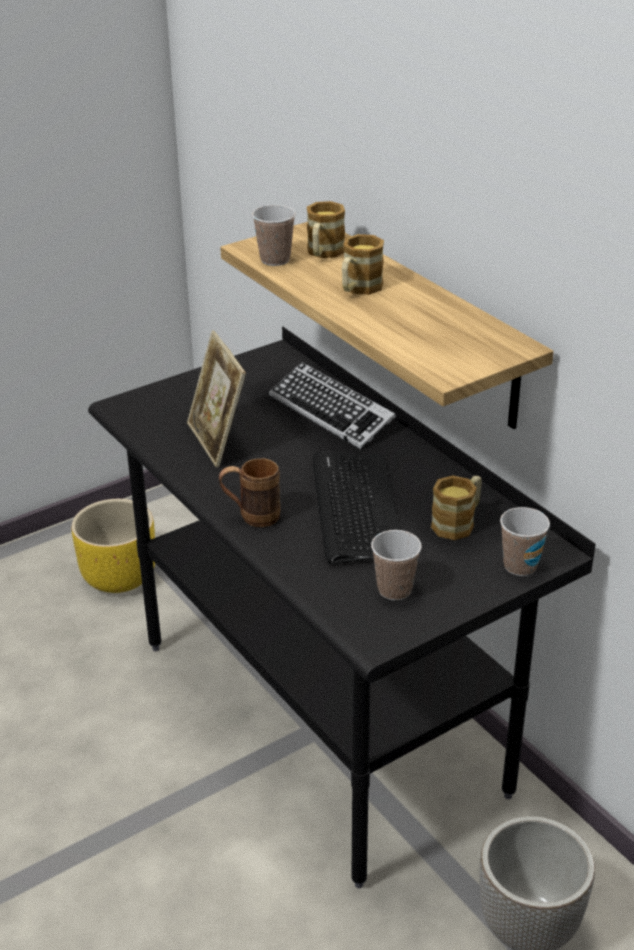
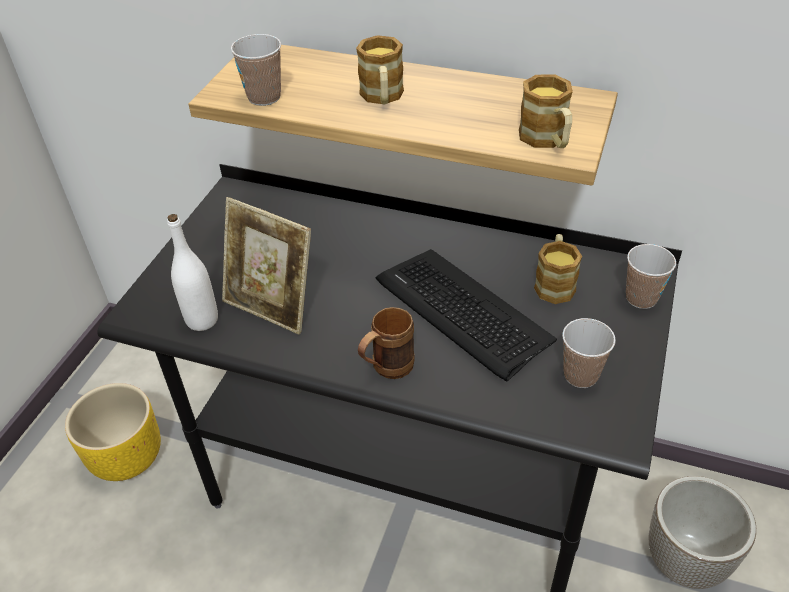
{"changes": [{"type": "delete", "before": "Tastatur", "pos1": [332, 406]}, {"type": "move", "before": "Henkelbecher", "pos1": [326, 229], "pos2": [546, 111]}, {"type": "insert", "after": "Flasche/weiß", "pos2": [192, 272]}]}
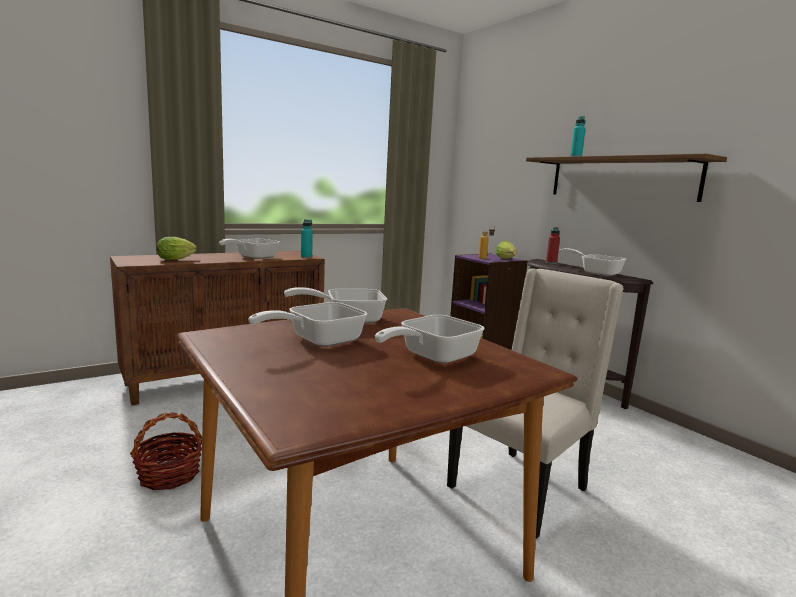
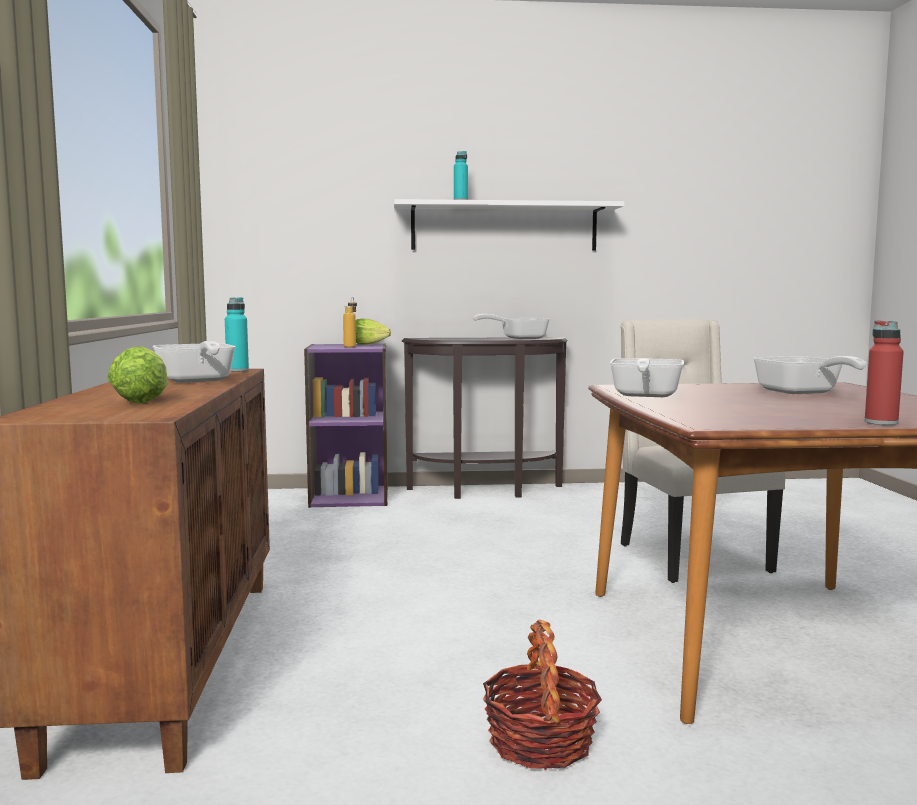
{"changes": [{"type": "delete", "before": "Pfanne", "pos1": [307, 324]}, {"type": "recolor", "before": "Wandregal/braun", "after": "Wandregal/weiß", "pos1": [626, 178], "pos2": [509, 224]}, {"type": "move", "before": "Flasche/rot", "pos1": [553, 245], "pos2": [884, 372]}]}
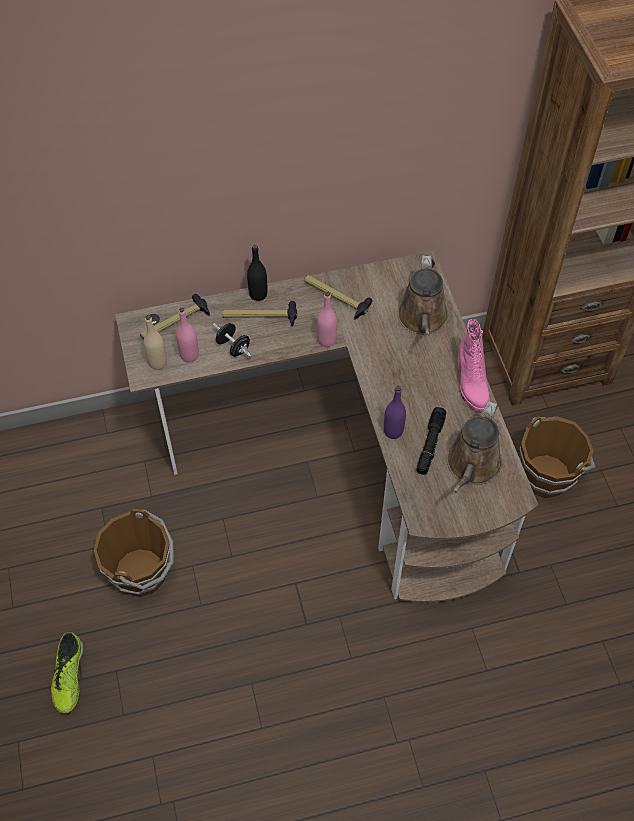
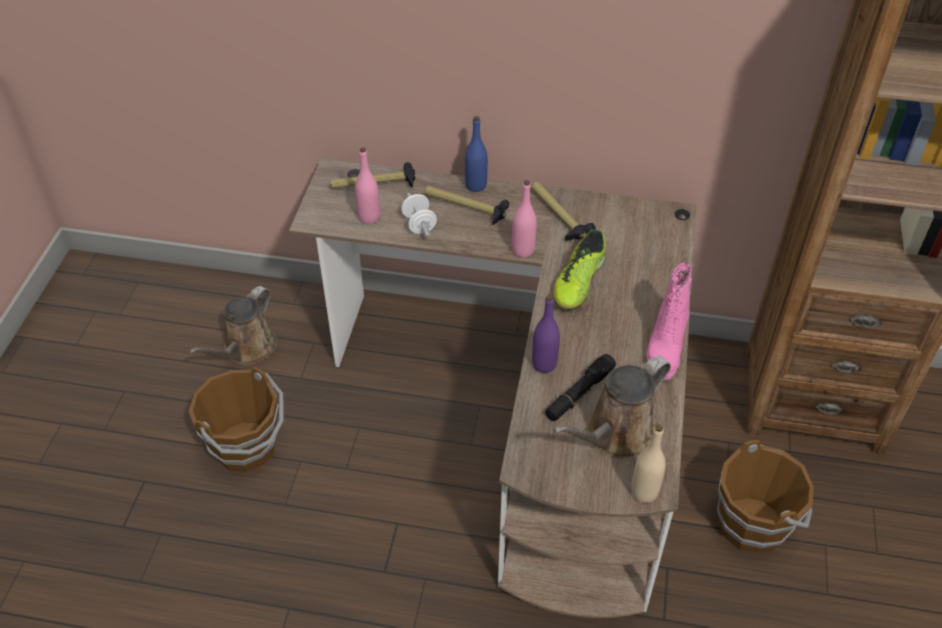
{"changes": [{"type": "move", "before": "Schuh", "pos1": [67, 673], "pos2": [579, 269]}, {"type": "move", "before": "Flasche/beige", "pos1": [155, 342], "pos2": [648, 463]}, {"type": "recolor", "before": "Hantel/schwarz", "after": "Hantel/weiß", "pos1": [232, 340], "pos2": [419, 214]}, {"type": "recolor", "before": "Flasche/schwarz", "after": "Flasche/blau", "pos1": [257, 273], "pos2": [476, 154]}, {"type": "move", "before": "Gießkanne/braun", "pos1": [422, 295], "pos2": [233, 325]}]}
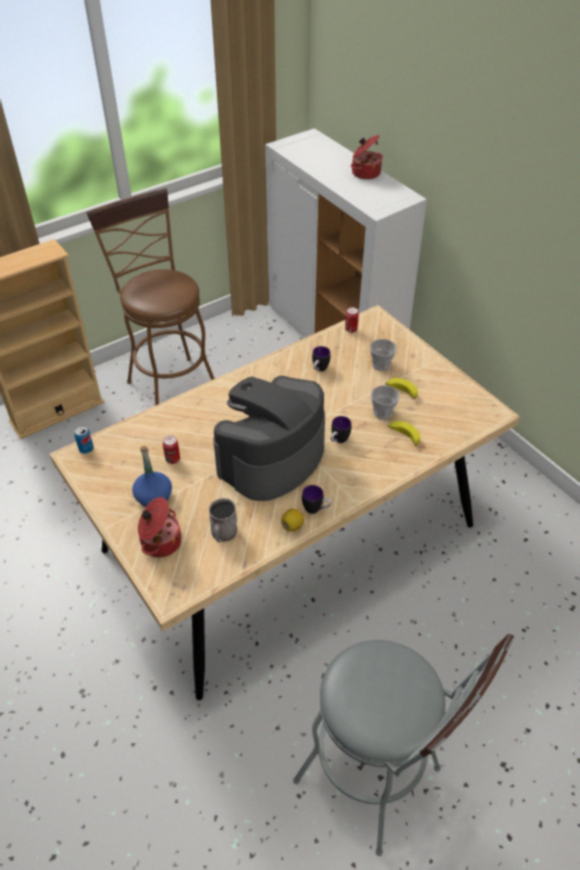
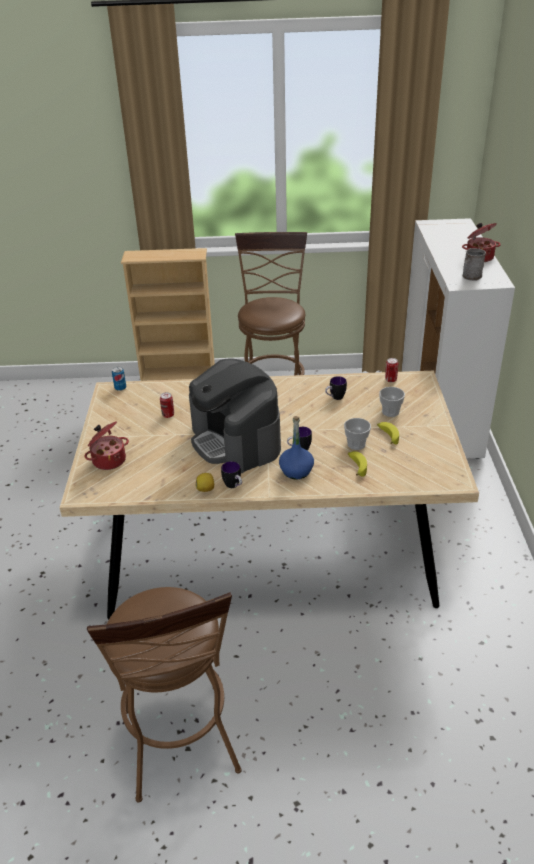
{"changes": [{"type": "move", "before": "Flasche/blau", "pos1": [152, 476], "pos2": [296, 447]}, {"type": "move", "before": "Henkelbecher/grau", "pos1": [223, 520], "pos2": [474, 264]}, {"type": "rotate", "before": "Kaffeemaschine", "pos1": [269, 438], "pos2": [235, 416], "turn": -105}, {"type": "recolor", "before": "Hocker/grau", "after": "Hocker/braun", "pos1": [403, 745], "pos2": [164, 694]}]}
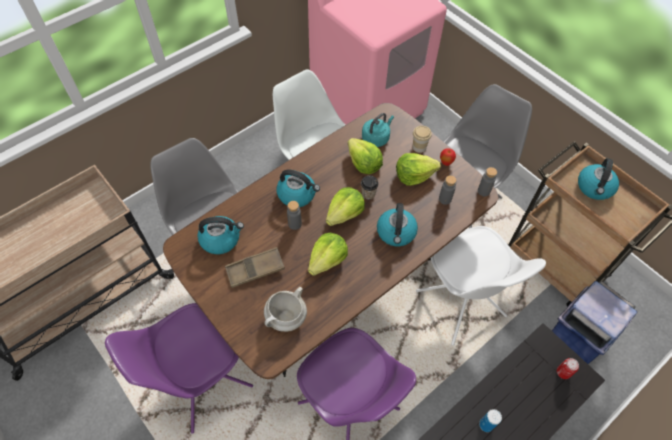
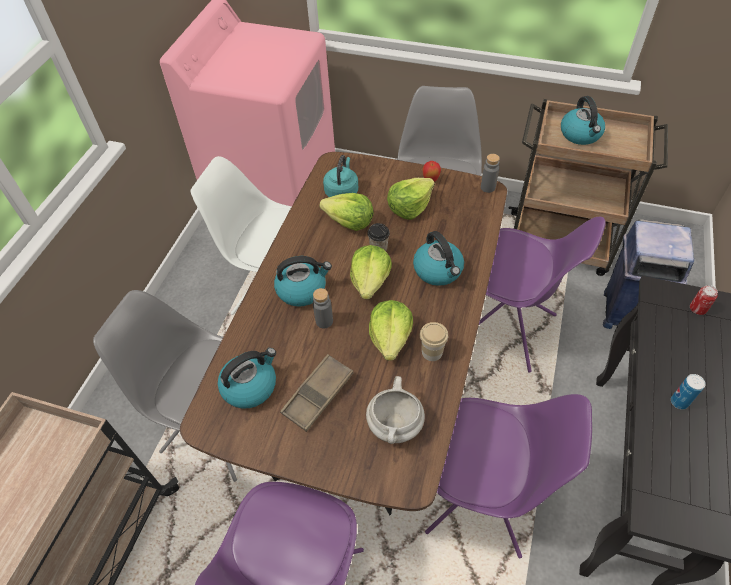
{"changes": [{"type": "move", "before": "Tasse", "pos1": [422, 139], "pos2": [434, 341]}, {"type": "recolor", "before": "Stuhl/weiß", "after": "Stuhl/lila", "pos1": [481, 286], "pos2": [542, 295]}, {"type": "delete", "before": "Flasche/grau", "pos1": [448, 190]}]}
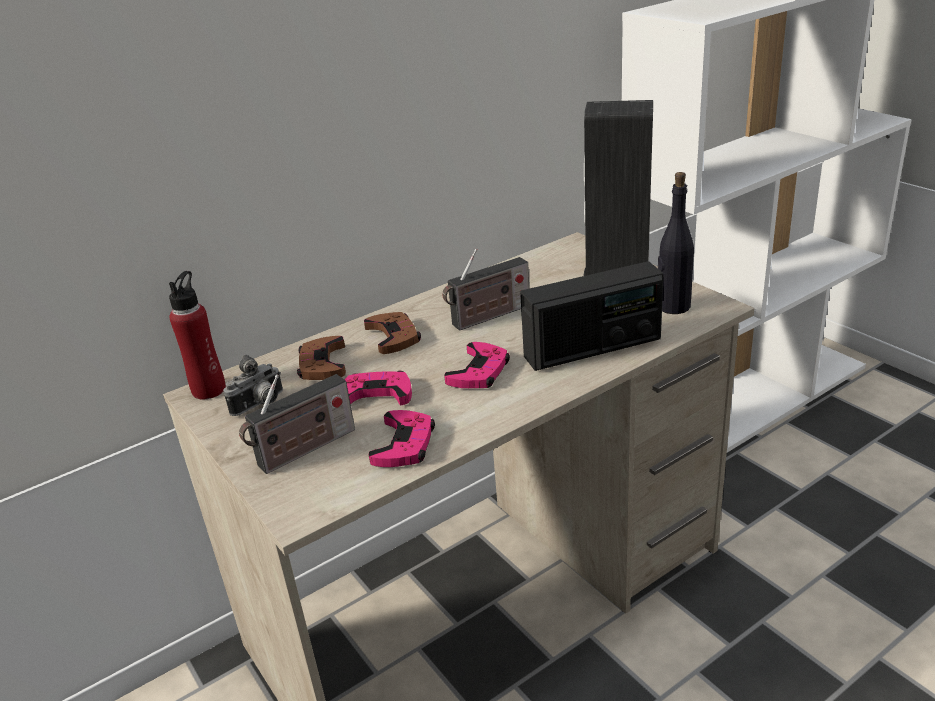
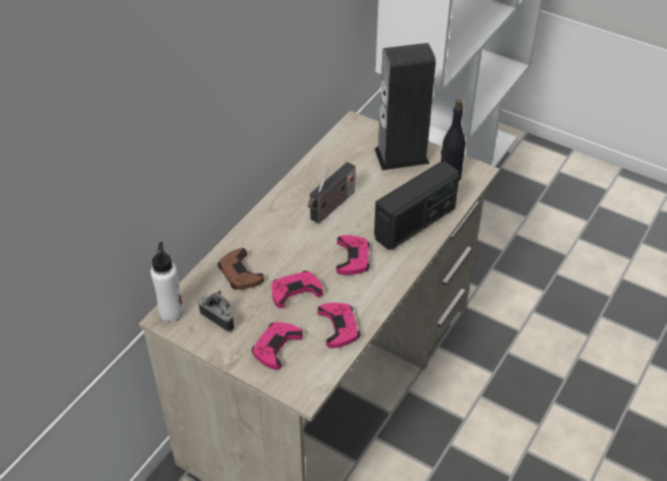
{"changes": [{"type": "recolor", "before": "Flasche/rot", "after": "Flasche/weiß", "pos1": [197, 335], "pos2": [167, 282]}, {"type": "rotate", "before": "Kamera", "pos1": [253, 385], "pos2": [216, 311], "turn": -75}, {"type": "replace", "before": "Radio", "after": "Gamepad/rosa", "pos1": [297, 424], "pos2": [277, 346]}, {"type": "delete", "before": "Gamepad/braun", "pos1": [392, 333]}]}
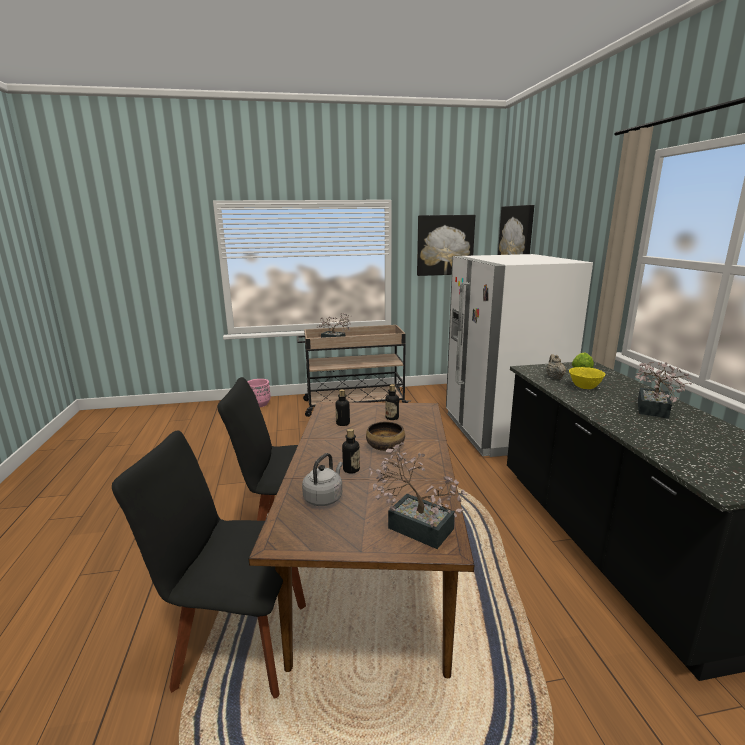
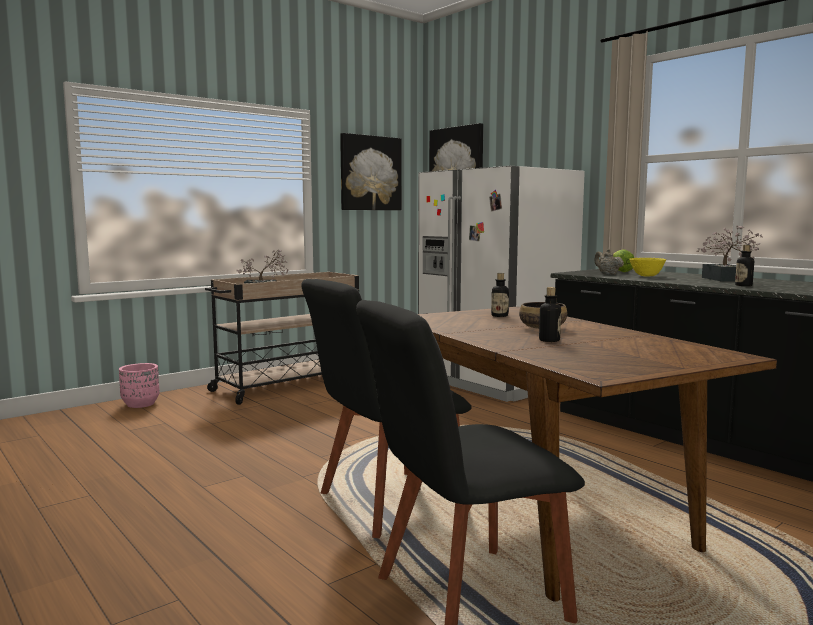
{"changes": [{"type": "delete", "before": "Wasserkessel/grau", "pos1": [322, 479]}, {"type": "move", "before": "Flasche", "pos1": [342, 407], "pos2": [744, 265]}, {"type": "delete", "before": "Topfpflanze", "pos1": [418, 495]}]}
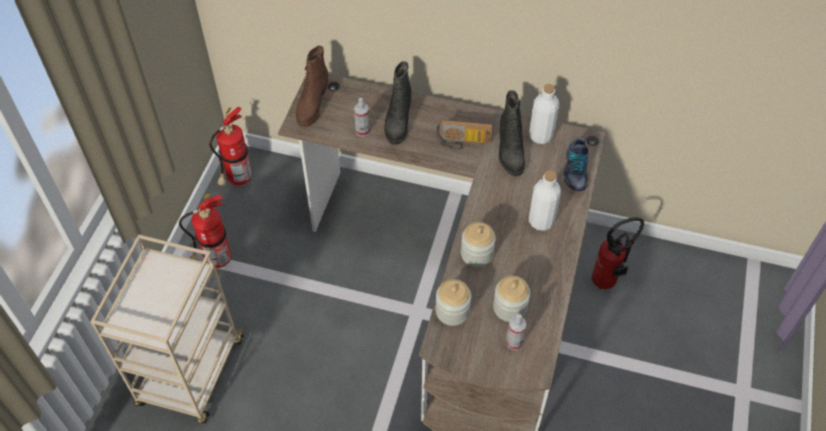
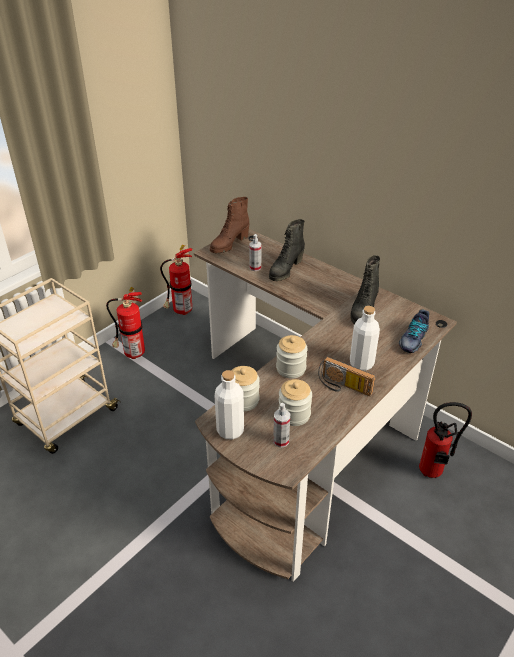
{"changes": [{"type": "move", "before": "Radio", "pos1": [464, 135], "pos2": [347, 376]}, {"type": "move", "before": "Flasche/weiß", "pos1": [544, 114], "pos2": [229, 405]}]}
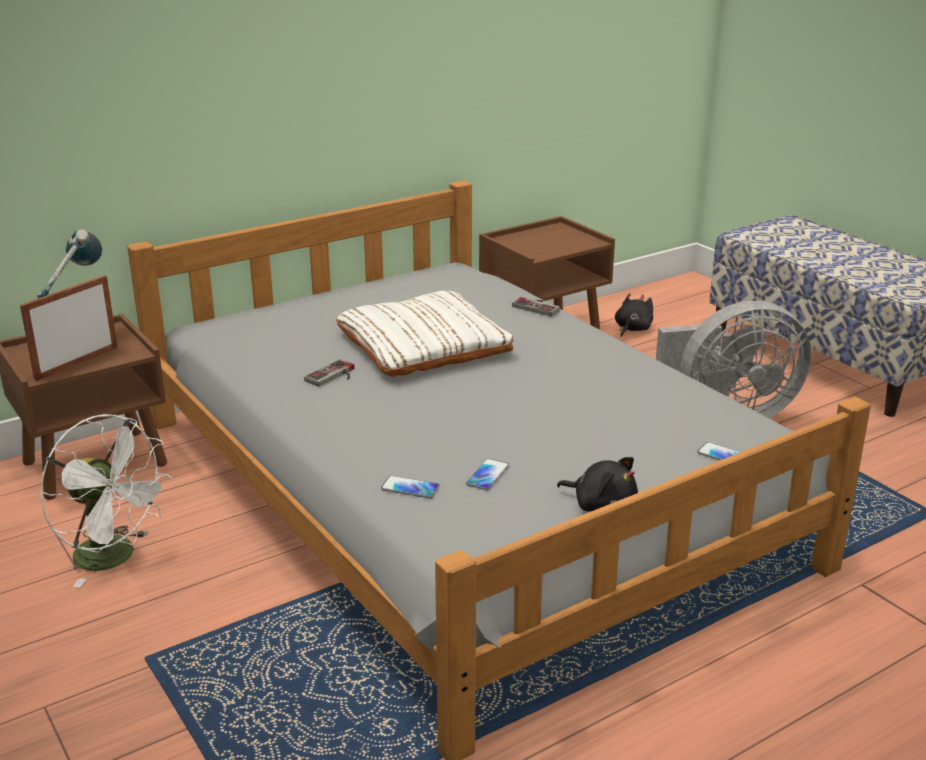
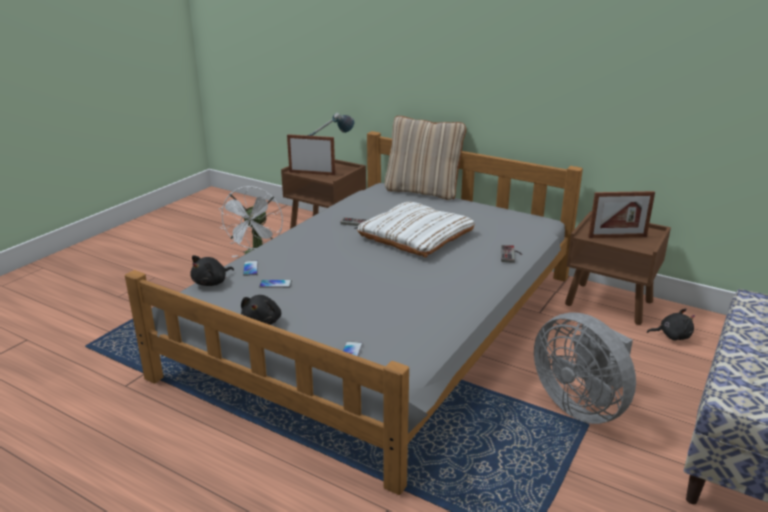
{"changes": [{"type": "insert", "after": "Plüschtier/schwarz", "pos2": [212, 270]}, {"type": "insert", "after": "Kissen/beige", "pos2": [425, 158]}, {"type": "insert", "after": "Bilderrahmen", "pos2": [621, 214]}]}
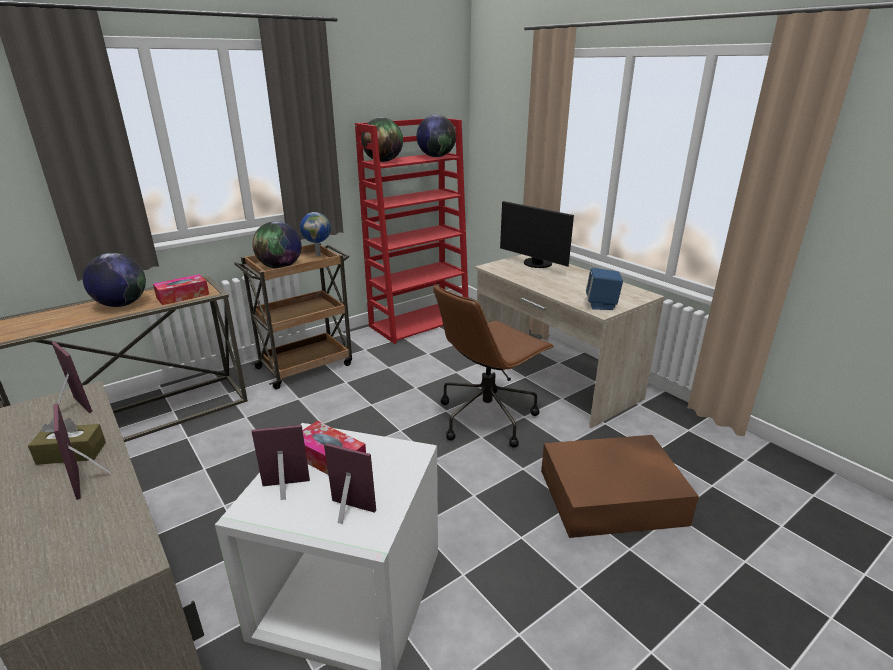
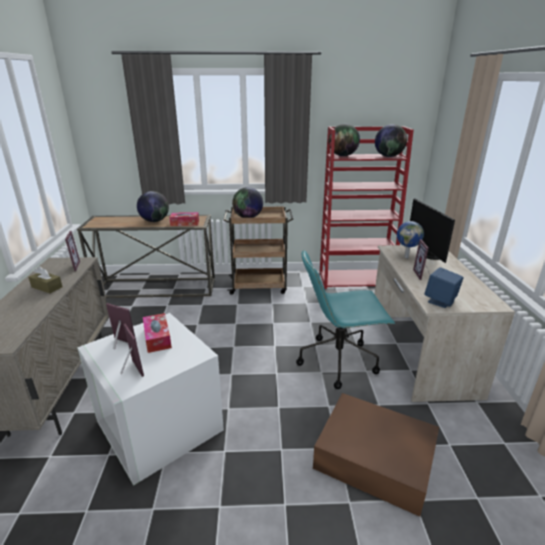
{"changes": [{"type": "move", "before": "Bilderrahmen", "pos1": [82, 452], "pos2": [421, 259]}, {"type": "move", "before": "Globus", "pos1": [315, 234], "pos2": [410, 239]}, {"type": "recolor", "before": "Bürostuhl/braun", "after": "Bürostuhl/türkis", "pos1": [493, 366], "pos2": [345, 319]}]}
